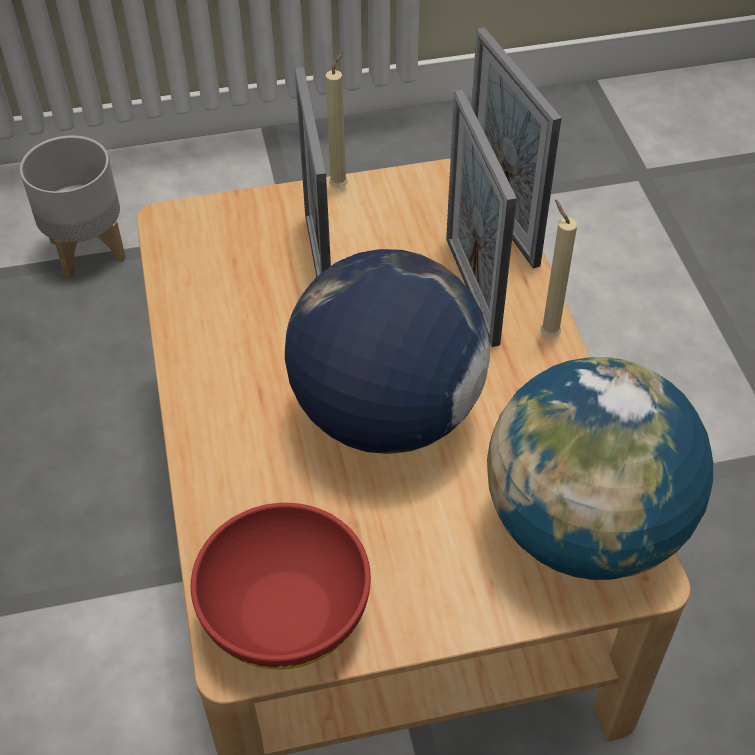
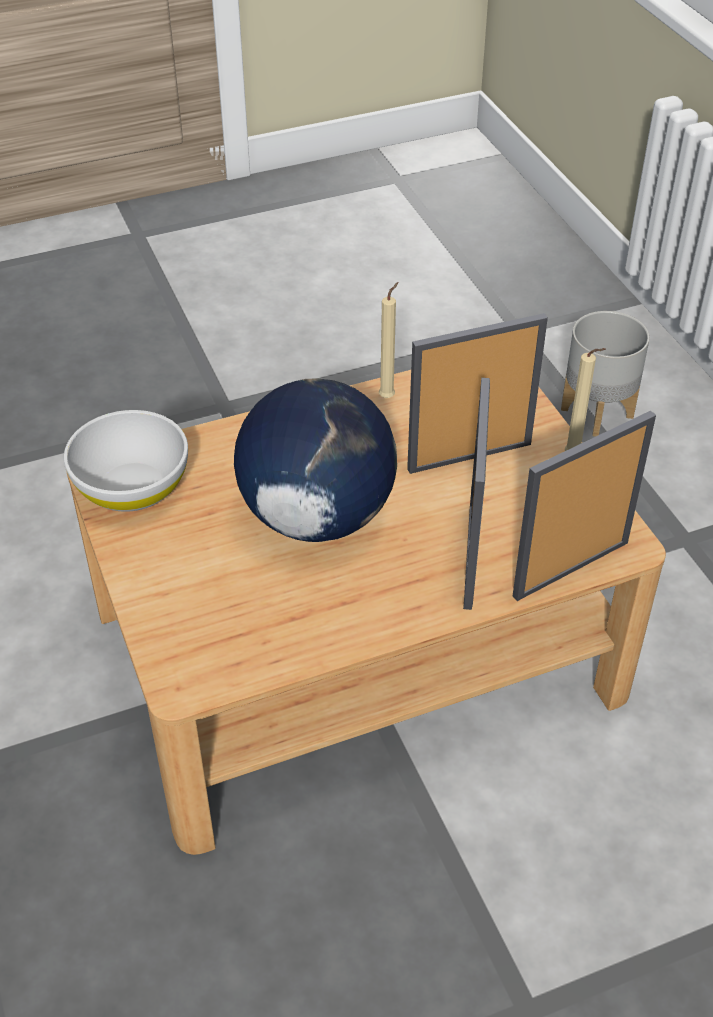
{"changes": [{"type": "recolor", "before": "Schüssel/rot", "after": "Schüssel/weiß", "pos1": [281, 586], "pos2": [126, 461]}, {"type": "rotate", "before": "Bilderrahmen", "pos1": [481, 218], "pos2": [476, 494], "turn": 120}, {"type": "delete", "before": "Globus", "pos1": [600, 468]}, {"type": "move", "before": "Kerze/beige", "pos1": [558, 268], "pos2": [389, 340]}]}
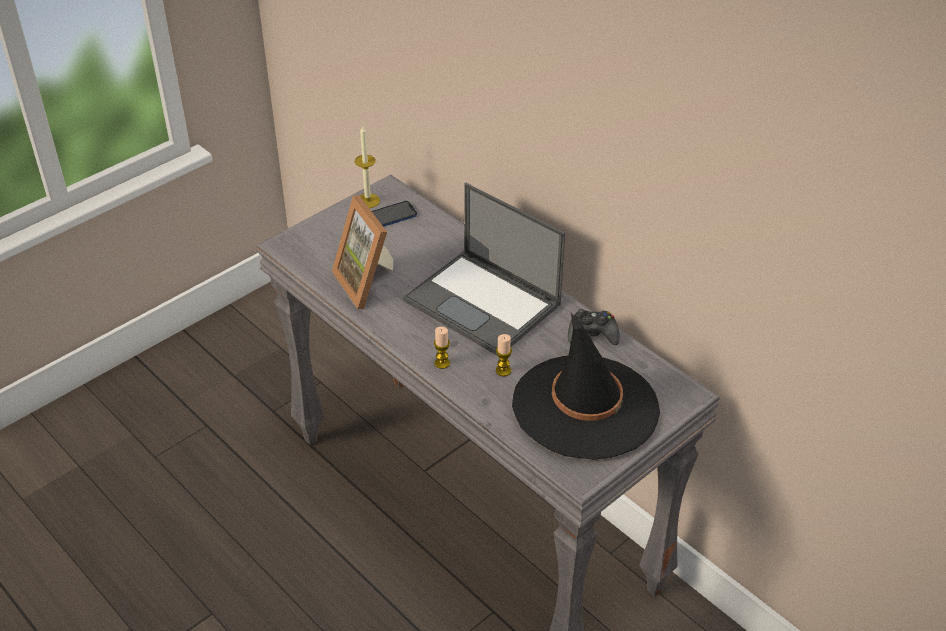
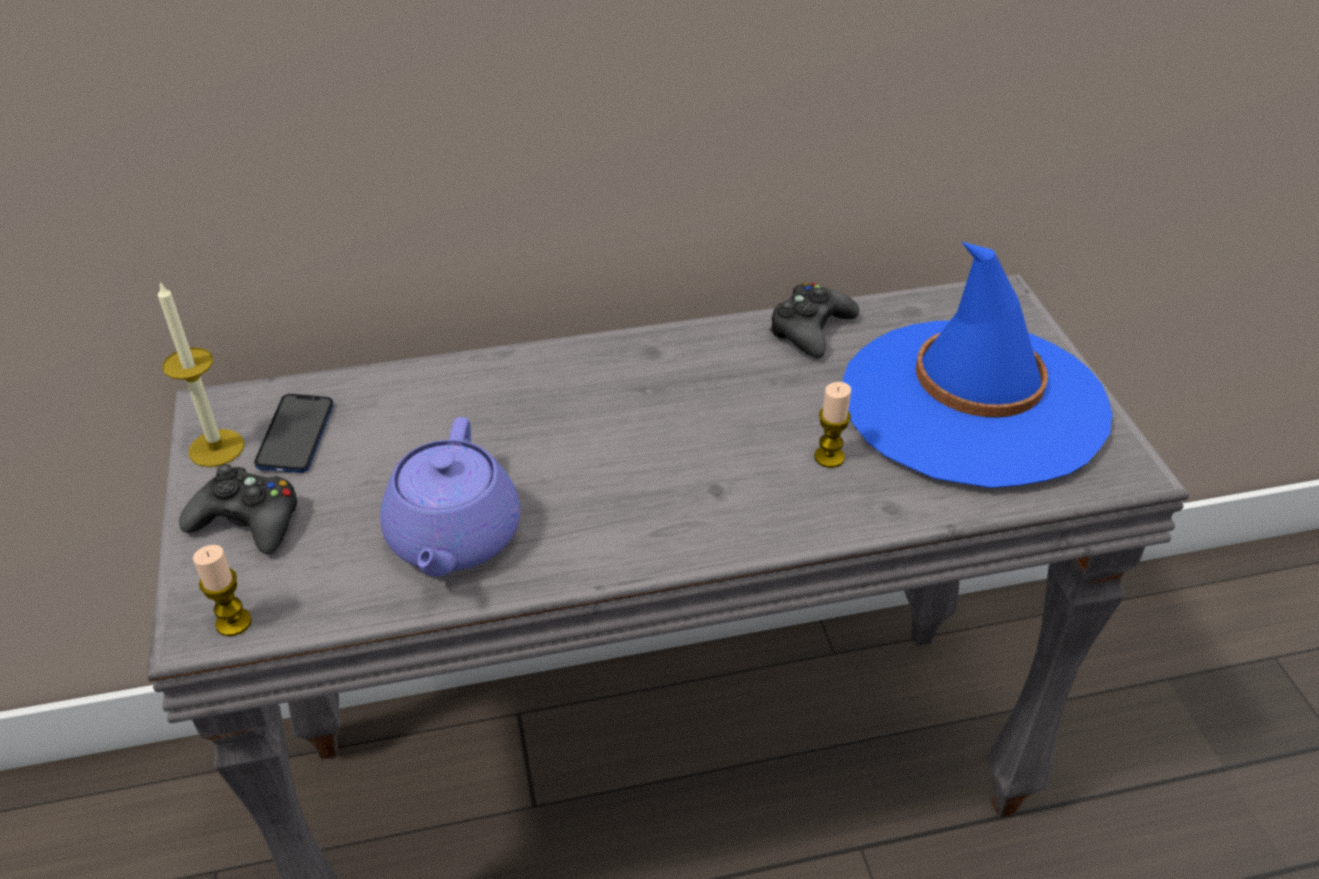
{"changes": [{"type": "replace", "before": "Bilderrahmen", "after": "Teekanne/lila", "pos1": [362, 252], "pos2": [450, 497]}, {"type": "delete", "before": "Laptop", "pos1": [484, 269]}, {"type": "move", "before": "Kerze", "pos1": [442, 348], "pos2": [222, 590]}, {"type": "recolor", "before": "Hut/schwarz", "after": "Hut/blau", "pos1": [586, 386], "pos2": [977, 365]}, {"type": "insert", "after": "Gamepad/schwarz", "pos2": [238, 509]}]}
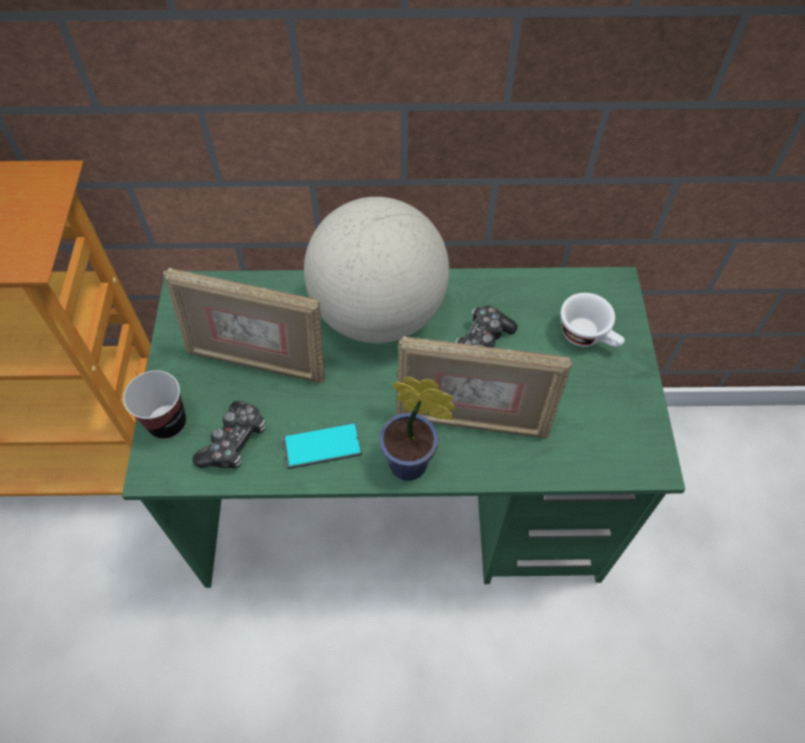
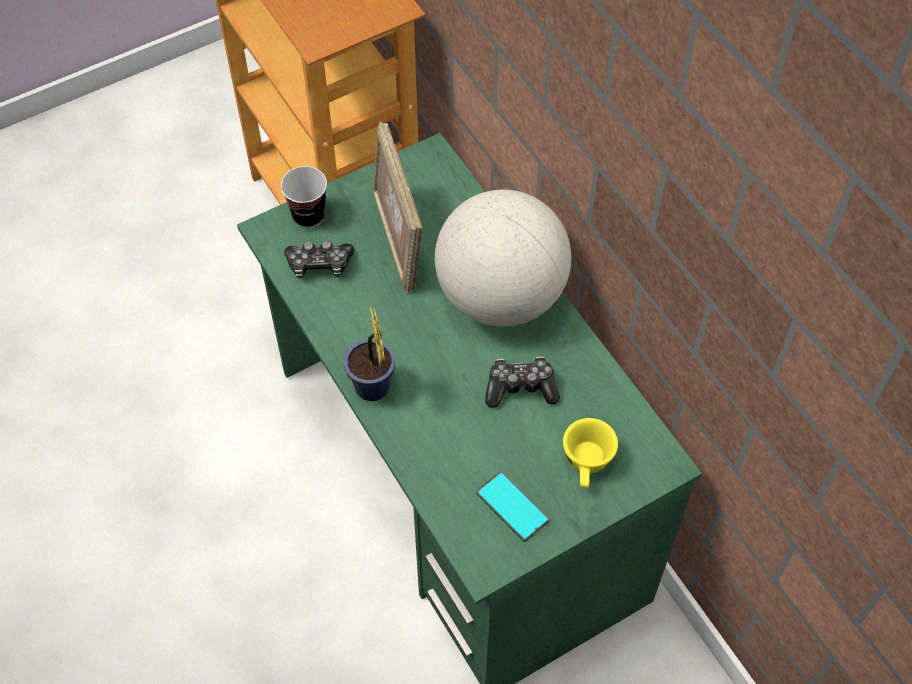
{"changes": [{"type": "move", "before": "Handy", "pos1": [322, 445], "pos2": [512, 506]}, {"type": "delete", "before": "Bilderrahmen", "pos1": [484, 387]}, {"type": "recolor", "before": "Tasse/weiß", "after": "Tasse/gelb", "pos1": [593, 320], "pos2": [590, 453]}]}
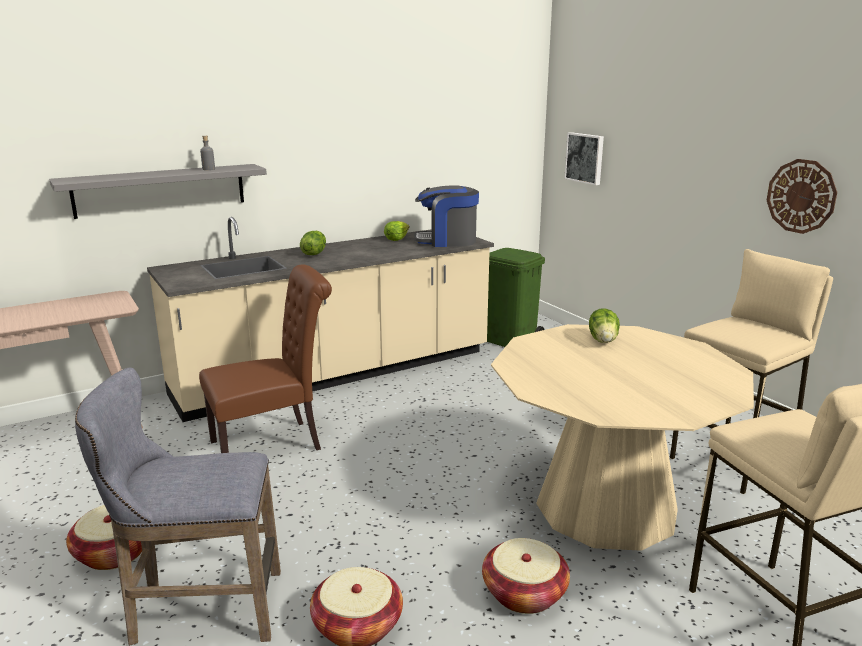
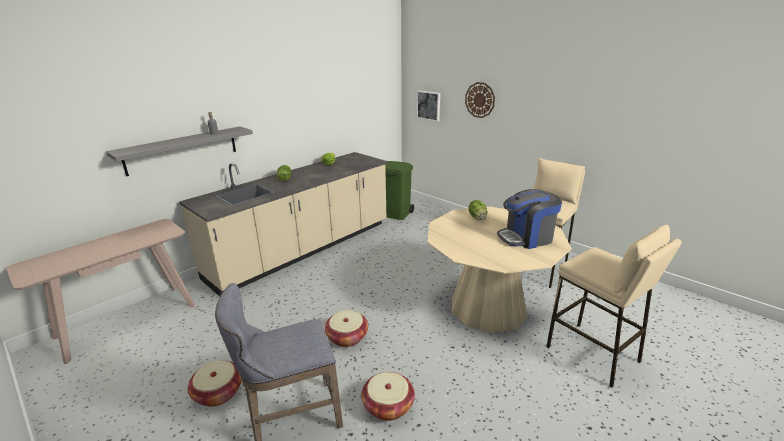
{"changes": [{"type": "delete", "before": "Stuhl/braun", "pos1": [265, 358]}, {"type": "move", "before": "Kaffeemaschine", "pos1": [446, 216], "pos2": [529, 219]}, {"type": "move", "before": "Korb", "pos1": [526, 576], "pos2": [346, 328]}, {"type": "move", "before": "Wanduhr", "pos1": [802, 196], "pos2": [480, 100]}]}
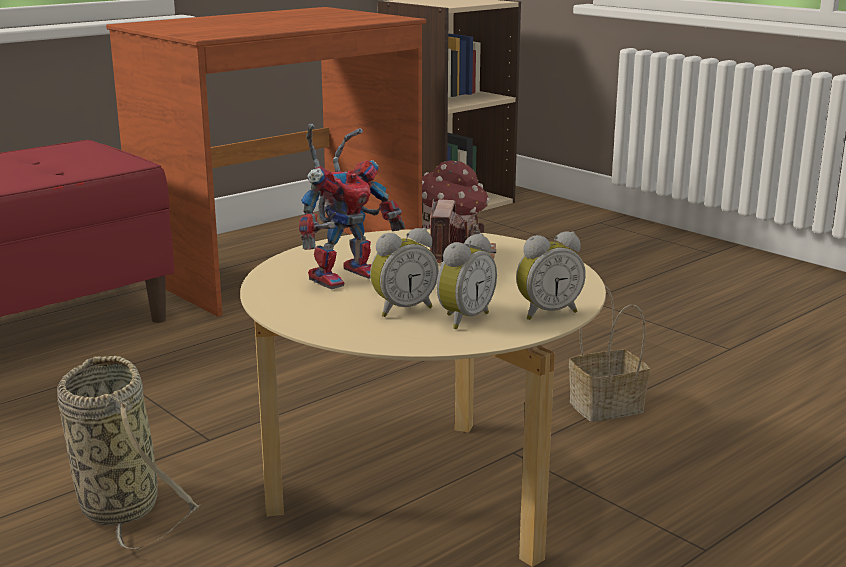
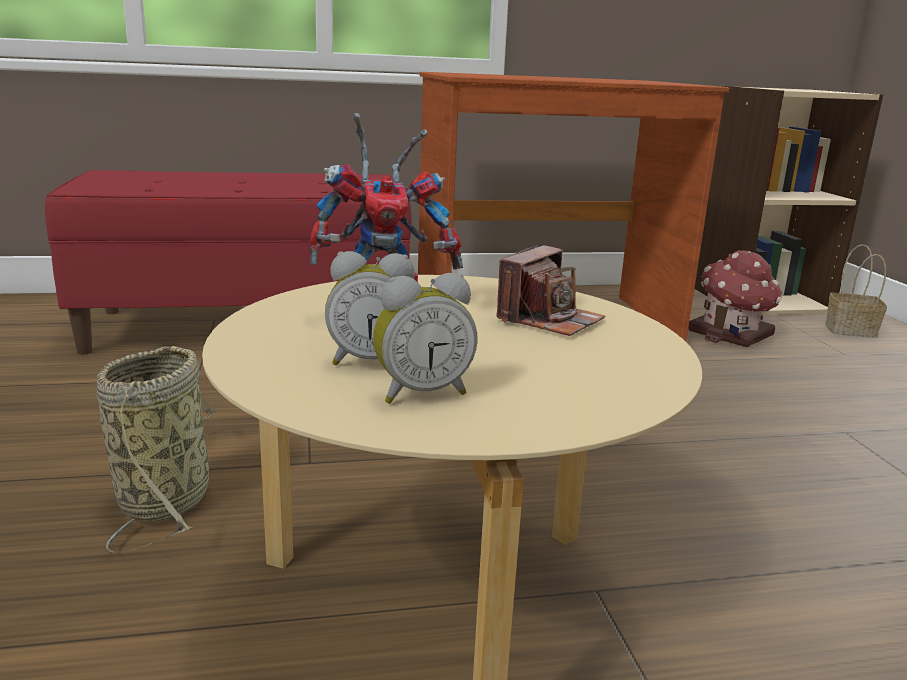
{"changes": [{"type": "delete", "before": "Wecker", "pos1": [551, 276]}, {"type": "move", "before": "Korb", "pos1": [609, 353], "pos2": [856, 291]}]}
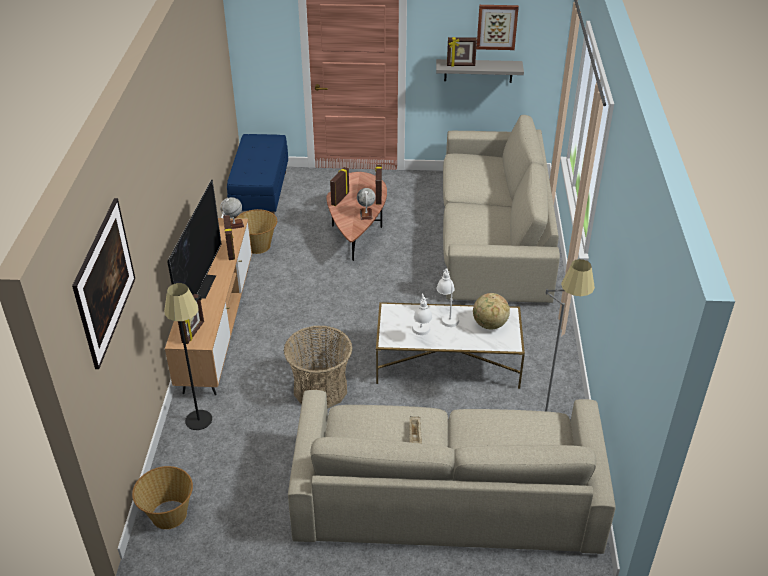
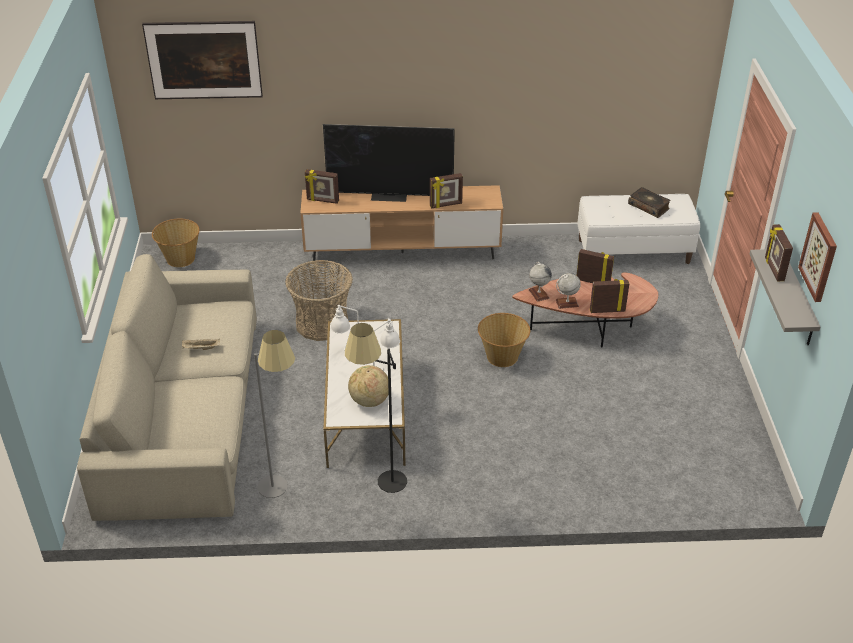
{"changes": [{"type": "move", "before": "Stehlampe/schwarz", "pos1": [188, 356], "pos2": [376, 408]}, {"type": "move", "before": "Globus", "pos1": [232, 213], "pos2": [540, 282]}, {"type": "recolor", "before": "Bank/blau", "after": "Bank/weiß", "pos1": [257, 176], "pos2": [638, 229]}, {"type": "move", "before": "Korb", "pos1": [256, 231], "pos2": [504, 340]}, {"type": "delete", "before": "Sofa/beige", "pos1": [501, 209]}, {"type": "insert", "after": "Buch", "pos2": [649, 202]}]}
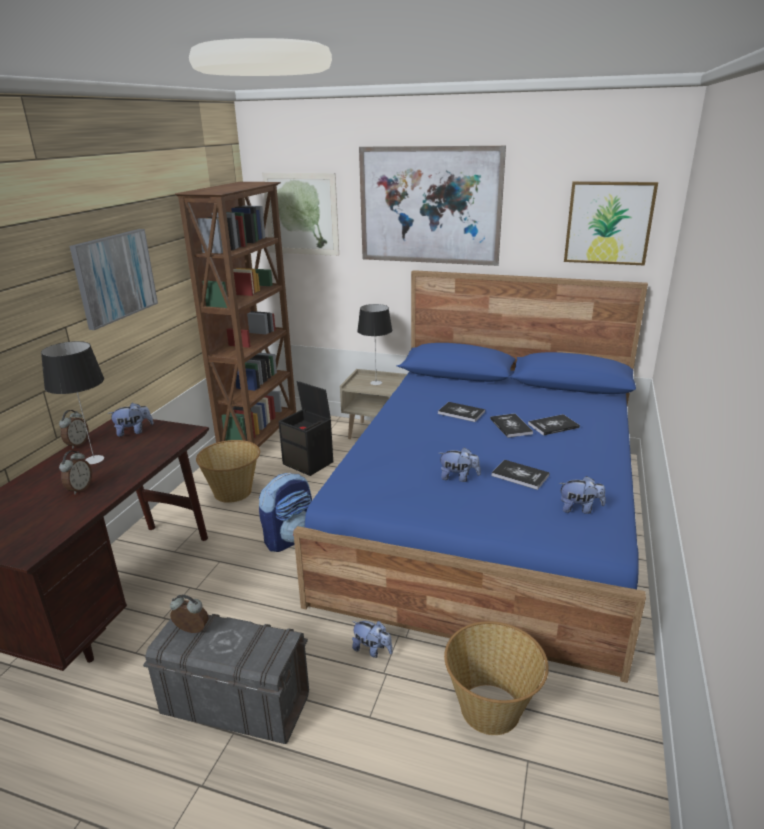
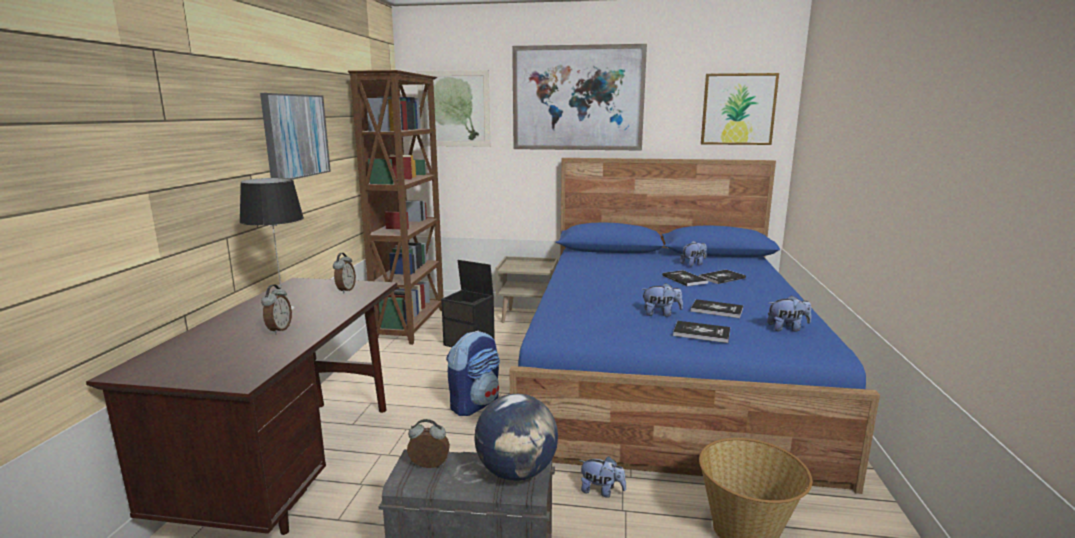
{"changes": [{"type": "move", "before": "Wecker", "pos1": [74, 429], "pos2": [344, 273]}, {"type": "move", "before": "Plüschtier", "pos1": [131, 420], "pos2": [693, 253]}, {"type": "delete", "before": "Korb", "pos1": [228, 471]}, {"type": "delete", "before": "Tischlampe", "pos1": [374, 344]}, {"type": "move", "before": "Buch", "pos1": [461, 412], "pos2": [701, 332]}, {"type": "insert", "after": "Globus", "pos2": [516, 437]}]}
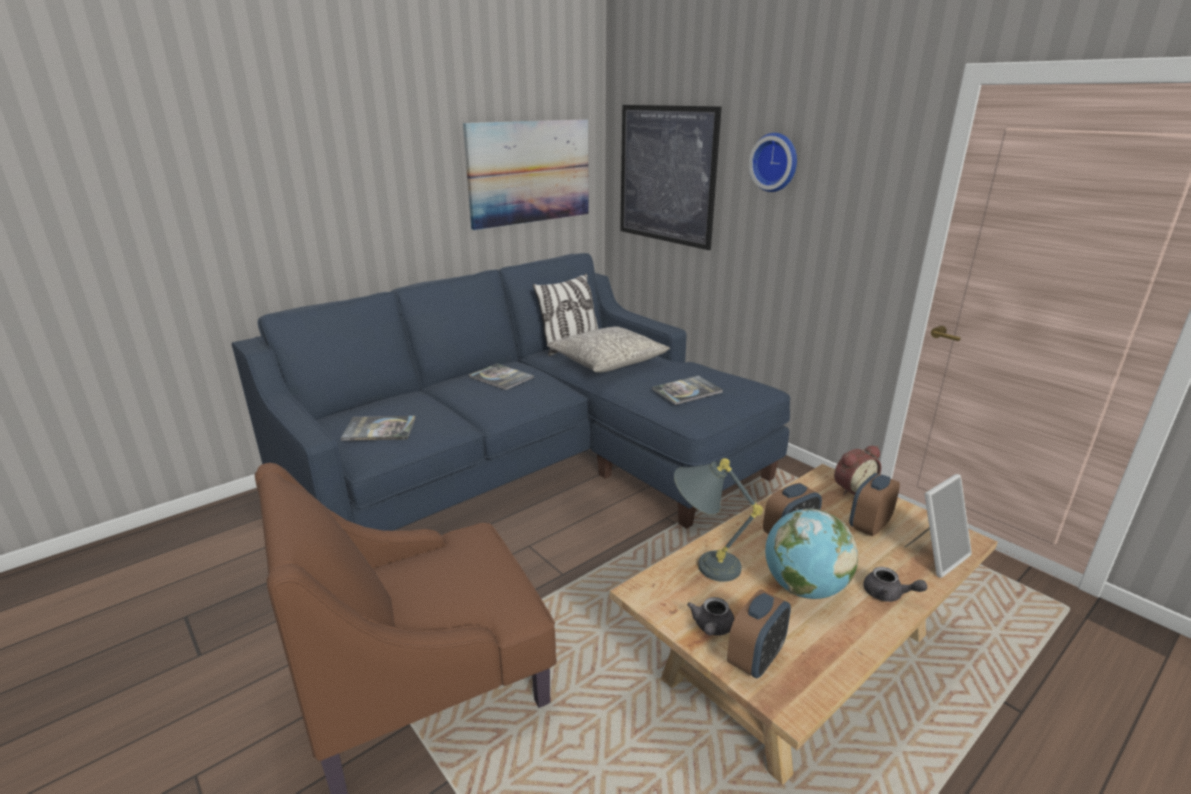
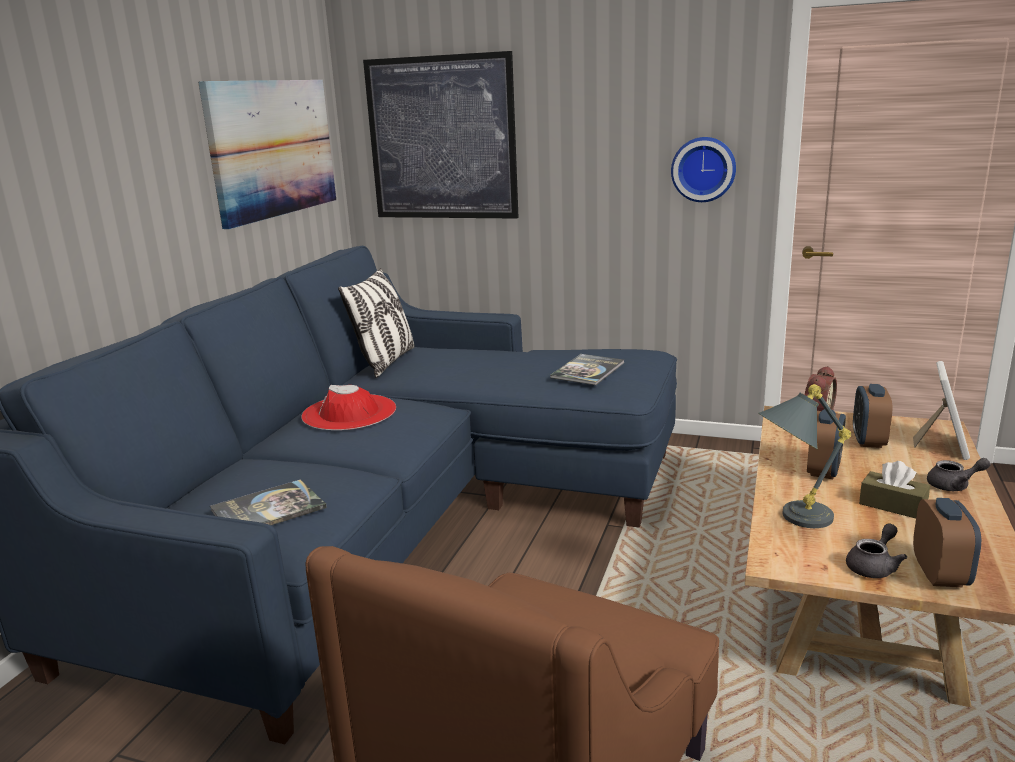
{"changes": [{"type": "replace", "before": "Buch", "after": "Hut/rot", "pos1": [501, 377], "pos2": [349, 407]}, {"type": "delete", "before": "Kissen/grau", "pos1": [608, 349]}, {"type": "rotate", "before": "Teekanne/grau", "pos1": [711, 616], "pos2": [876, 550], "turn": -120}, {"type": "move", "before": "Wanduhr", "pos1": [773, 162], "pos2": [703, 169]}, {"type": "replace", "before": "Globus", "after": "Taschentuchbox/braun", "pos1": [811, 553], "pos2": [894, 490]}]}
